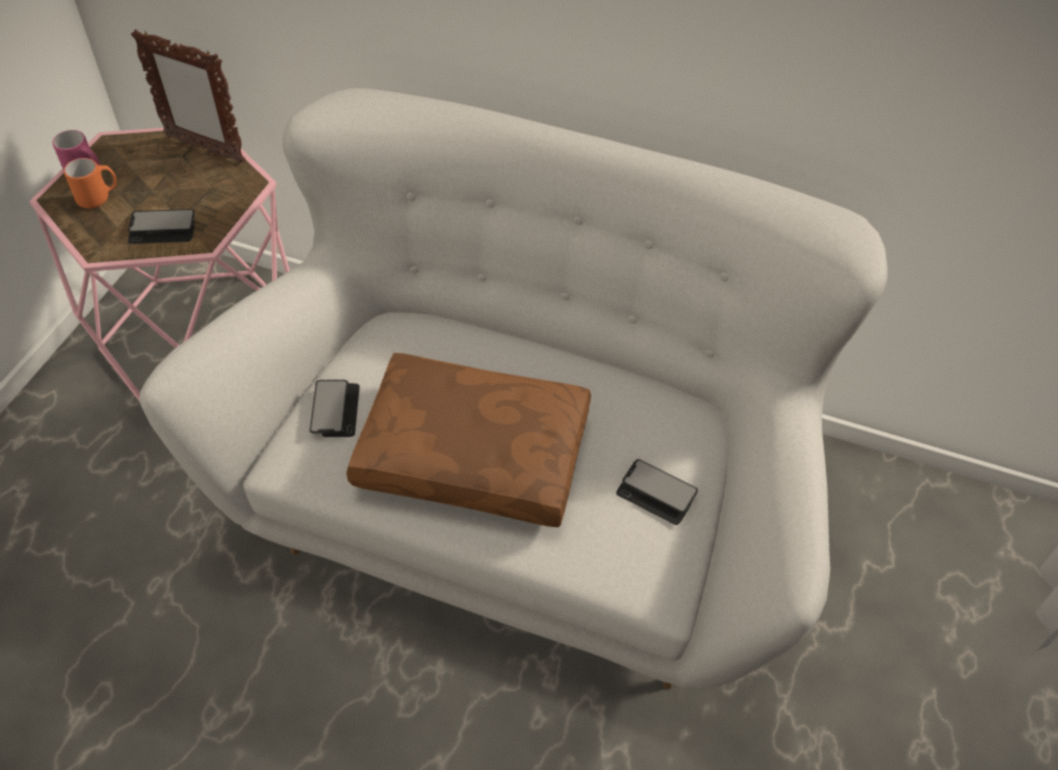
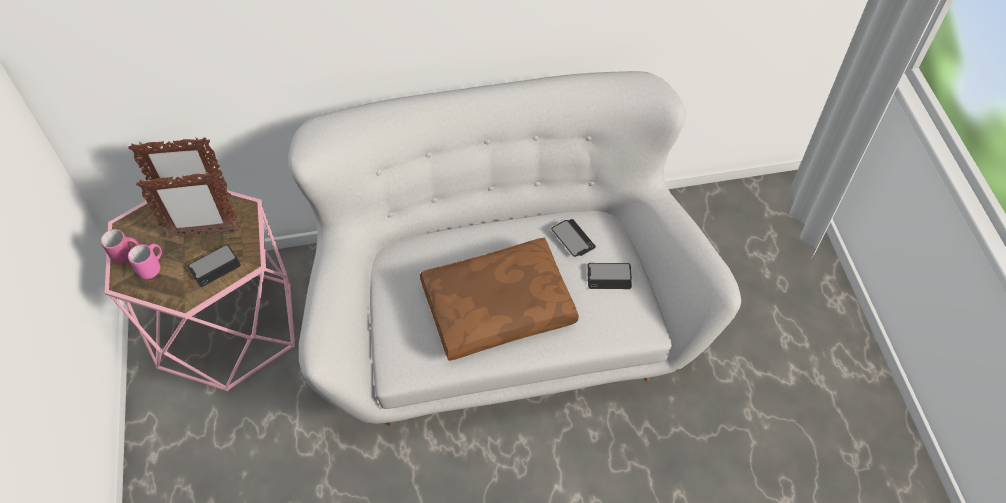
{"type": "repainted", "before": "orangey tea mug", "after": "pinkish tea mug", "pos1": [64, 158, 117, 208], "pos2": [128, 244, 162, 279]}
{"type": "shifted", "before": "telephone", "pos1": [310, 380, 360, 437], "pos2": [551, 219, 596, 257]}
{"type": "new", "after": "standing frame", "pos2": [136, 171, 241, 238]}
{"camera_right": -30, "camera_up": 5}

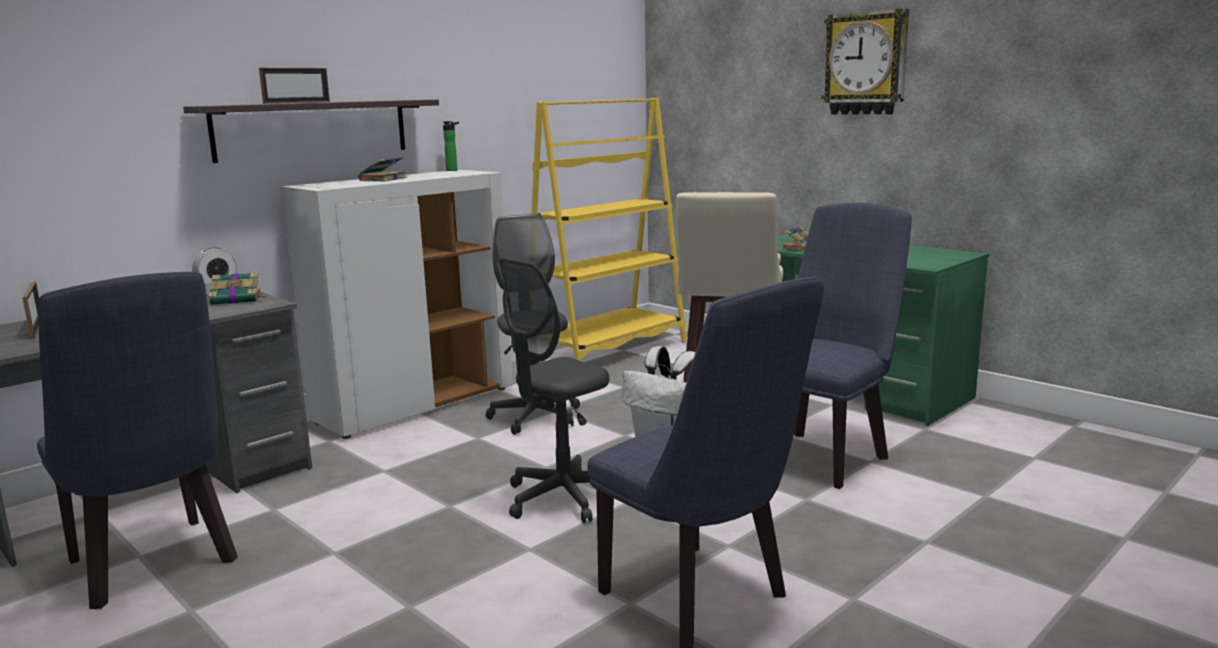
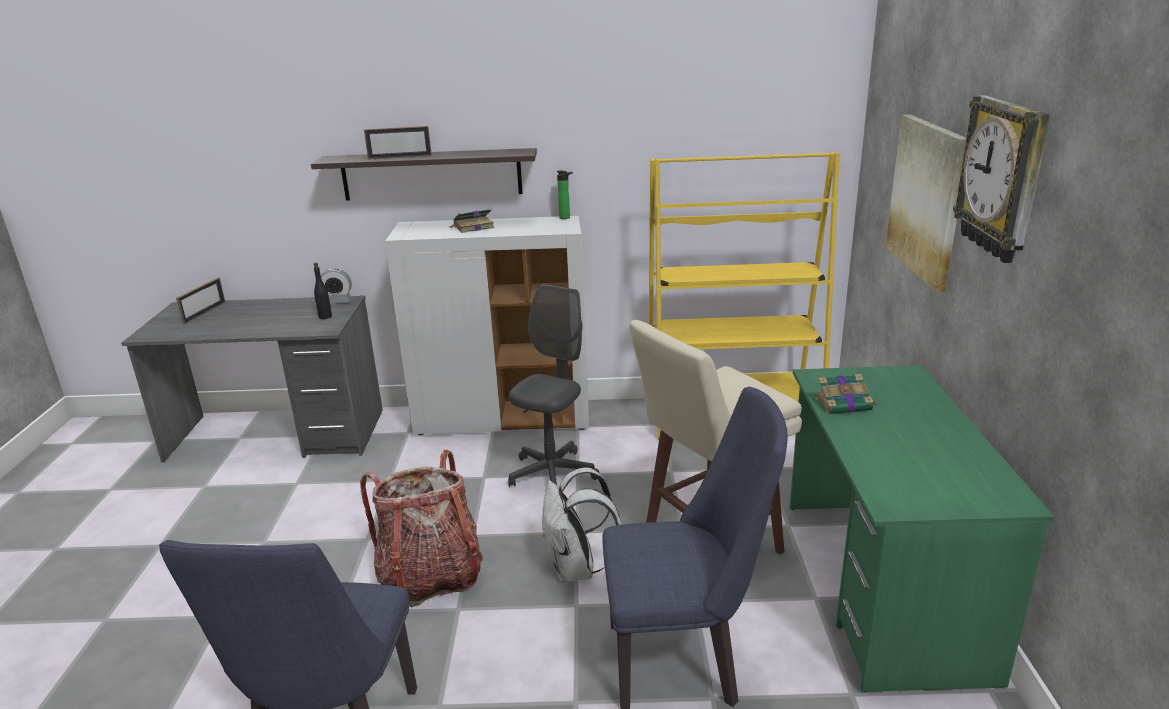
{"type": "swapped", "before": "grey desk chair", "after": "knapsack", "pos1": [498, 257, 610, 523], "pos2": [360, 450, 483, 607]}
{"type": "gone", "before": "blue chair", "pos1": [37, 272, 238, 609]}
{"type": "swapped", "before": "volume", "after": "black drink bottle", "pos1": [209, 272, 267, 305], "pos2": [314, 263, 332, 319]}
{"type": "new", "after": "picture", "pos2": [885, 114, 967, 292]}
{"camera_right": 45, "camera_up": 10}

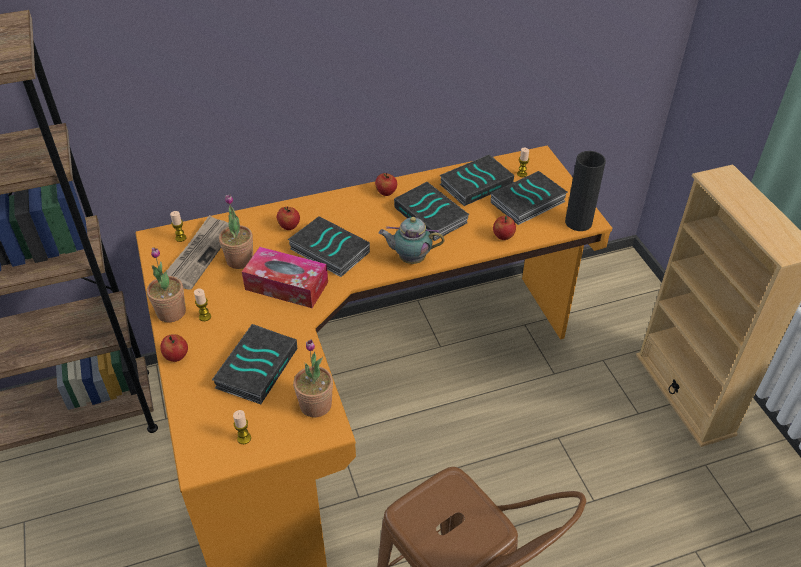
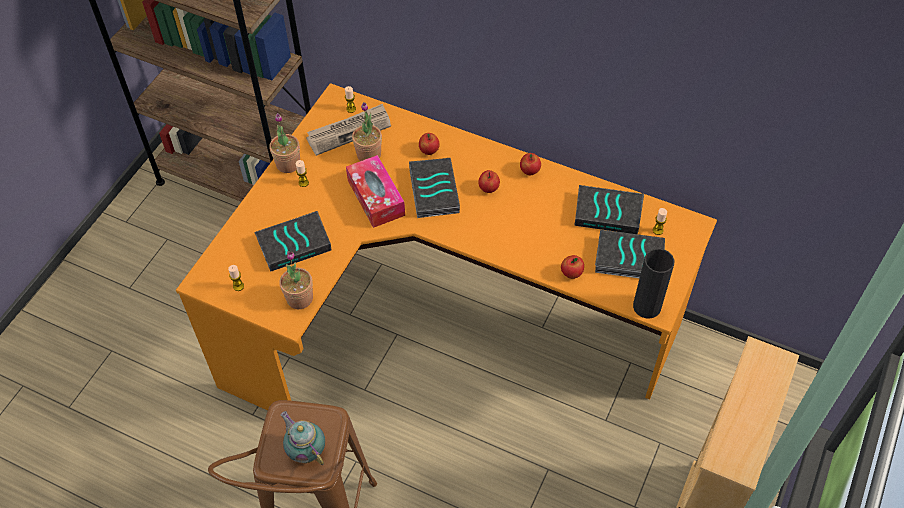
{"type": "gone", "before": "volume", "pos1": [394, 182, 470, 241]}
{"type": "shifted", "before": "teapot", "pos1": [378, 217, 444, 264], "pos2": [281, 411, 325, 465]}
{"type": "shifted", "before": "apple fruit", "pos1": [160, 334, 188, 362], "pos2": [478, 170, 500, 193]}
{"camera_right": 45, "camera_up": 10}

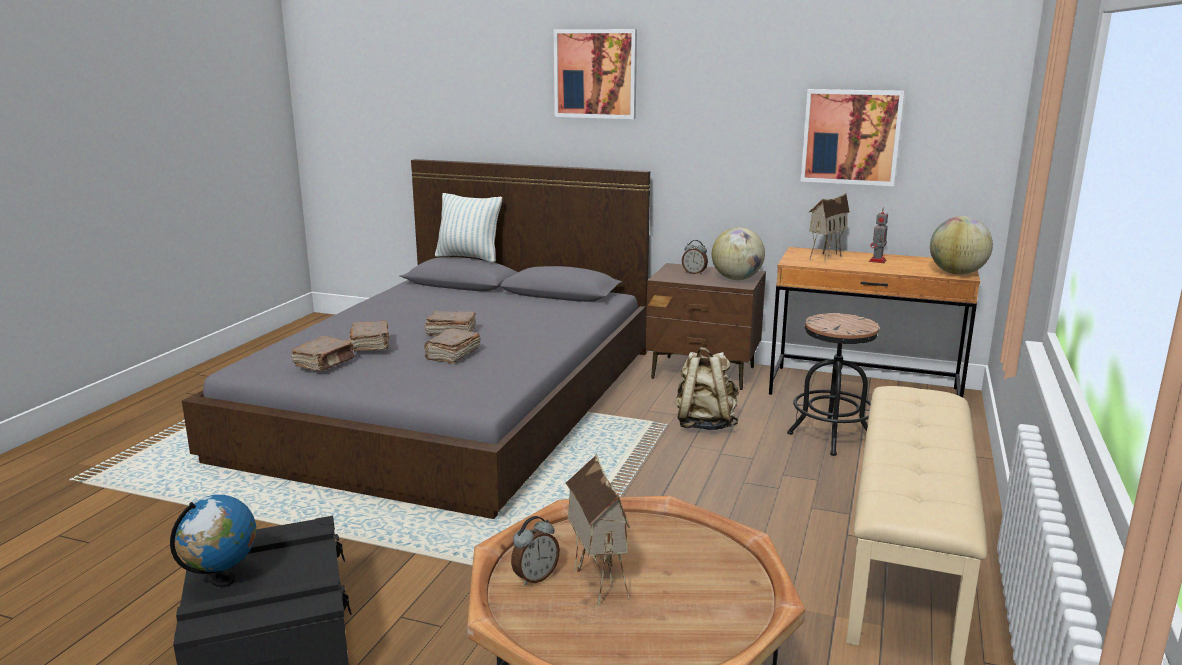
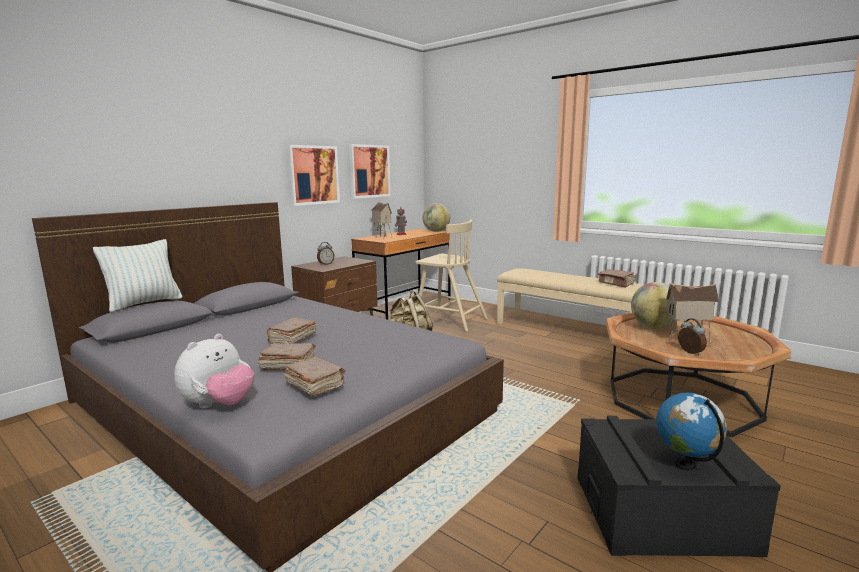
{"type": "shifted", "before": "picture", "pos1": [554, 29, 637, 119], "pos2": [287, 145, 340, 206]}
{"type": "shifted", "before": "desk globe", "pos1": [712, 227, 765, 280], "pos2": [631, 282, 678, 329]}
{"type": "swapped", "before": "black sitting stool", "after": "beige chair", "pos1": [787, 313, 879, 456], "pos2": [416, 220, 488, 332]}
{"type": "shifted", "before": "brown-coloured volume", "pos1": [424, 328, 481, 364], "pos2": [598, 269, 635, 287]}
{"type": "new", "after": "cuddly toy", "pos2": [174, 334, 254, 409]}
{"camera_right": -70, "camera_up": -5}

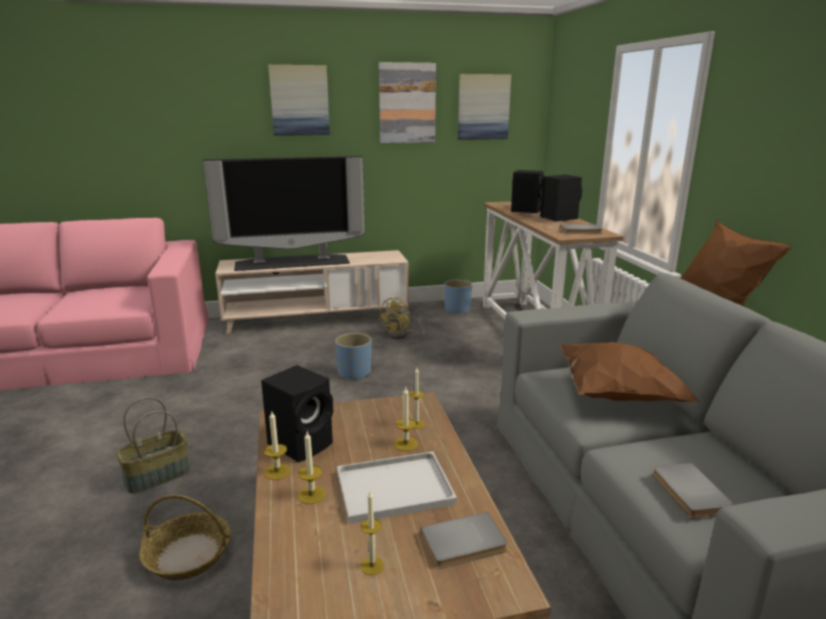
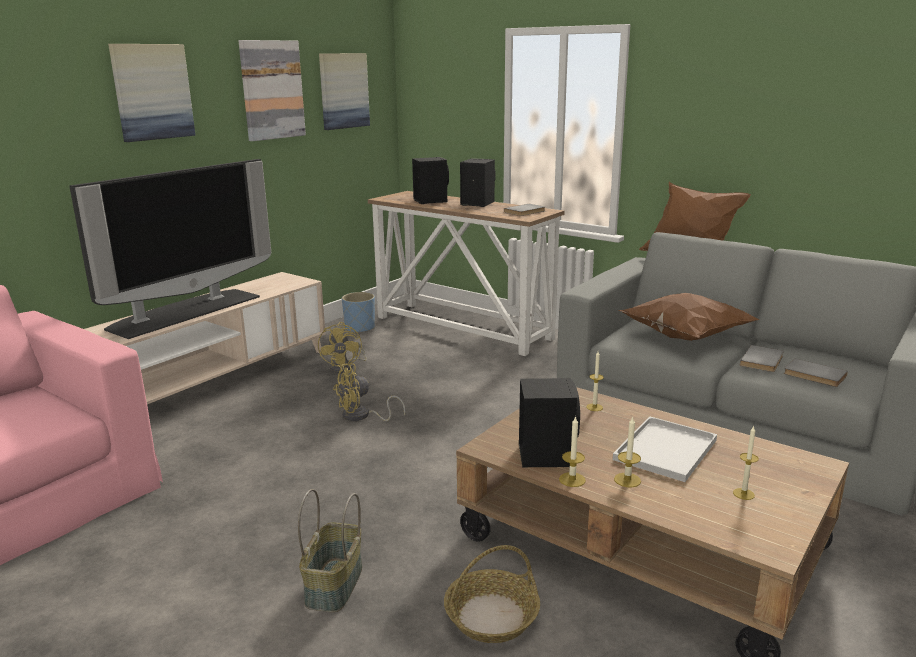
{"type": "swapped", "before": "blue flower pot", "after": "yellow cooling fan", "pos1": [335, 333, 372, 380], "pos2": [333, 363, 405, 421]}
{"type": "gone", "before": "wax light", "pos1": [394, 387, 418, 451]}
{"type": "shifted", "before": "grey volume", "pos1": [420, 512, 507, 569], "pos2": [740, 345, 784, 372]}
{"camera_right": -40, "camera_up": 0}

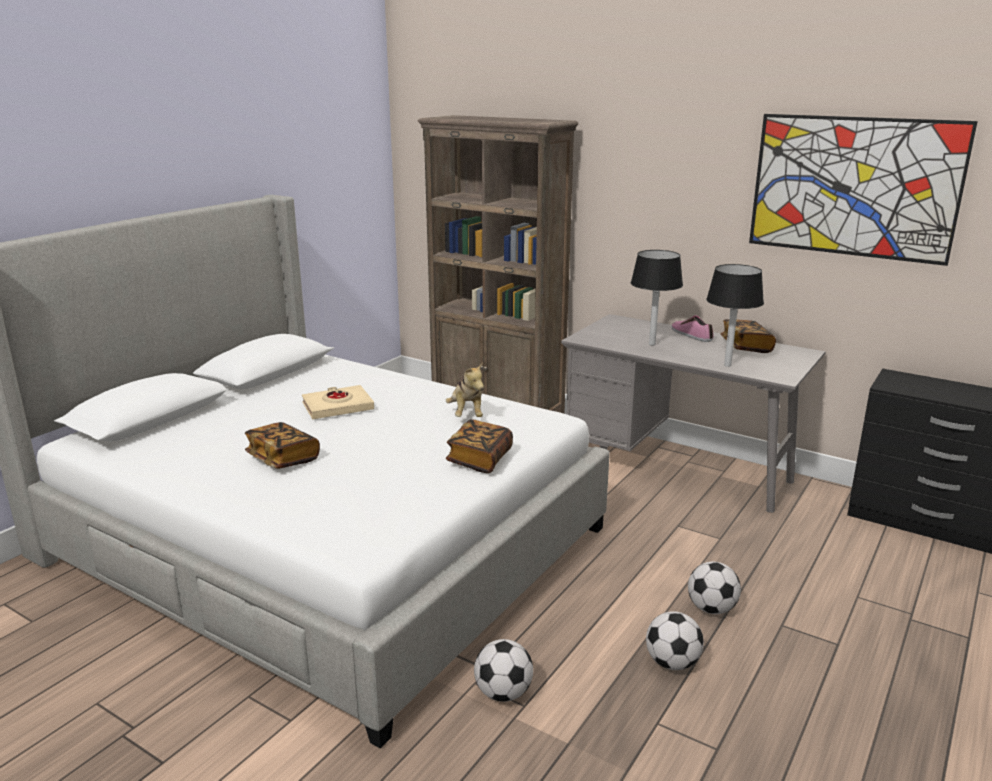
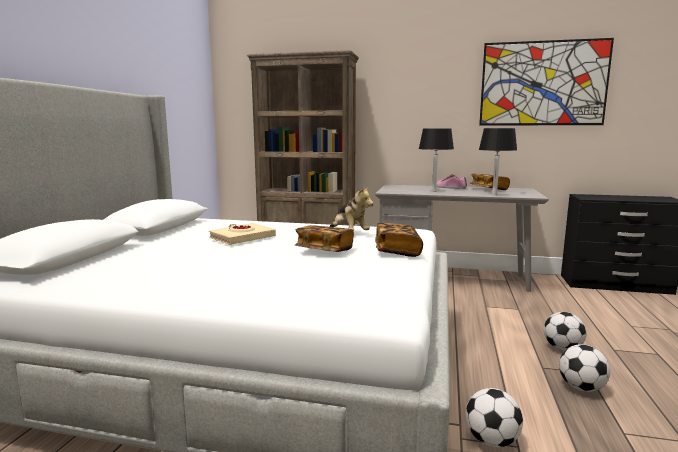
{"type": "shifted", "before": "volume", "pos1": [245, 422, 320, 469], "pos2": [295, 225, 354, 252]}
{"camera_right": -20, "camera_up": -10}

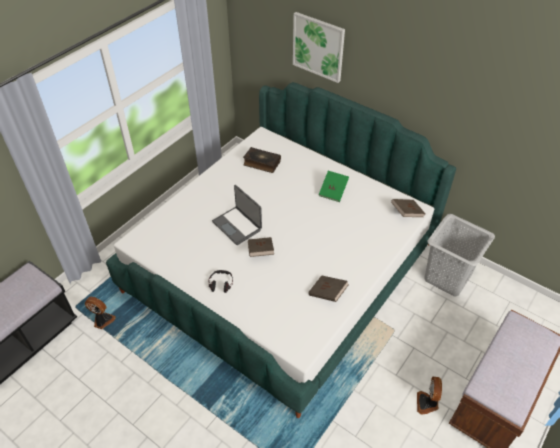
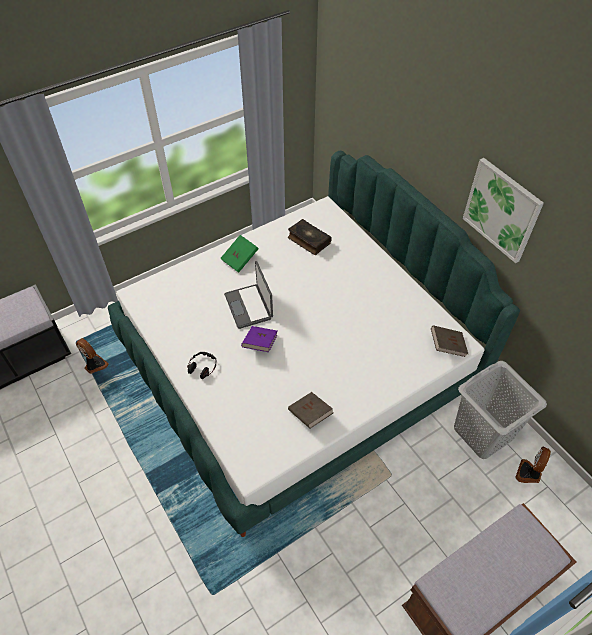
{"type": "shifted", "before": "picture", "pos1": [293, 12, 345, 83], "pos2": [463, 158, 544, 263]}
{"type": "shifted", "before": "greenish volume", "pos1": [319, 171, 349, 202], "pos2": [221, 235, 259, 273]}
{"type": "repainted", "before": "brown-coloured volume", "after": "purple-coloured volume", "pos1": [248, 237, 274, 257], "pos2": [241, 326, 277, 352]}
{"type": "shifted", "before": "cooling fan", "pos1": [417, 377, 442, 414], "pos2": [515, 447, 551, 483]}
{"camera_right": 20, "camera_up": 5}

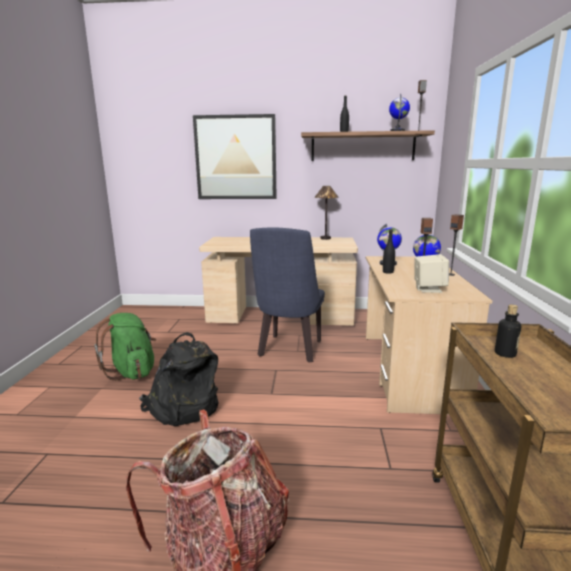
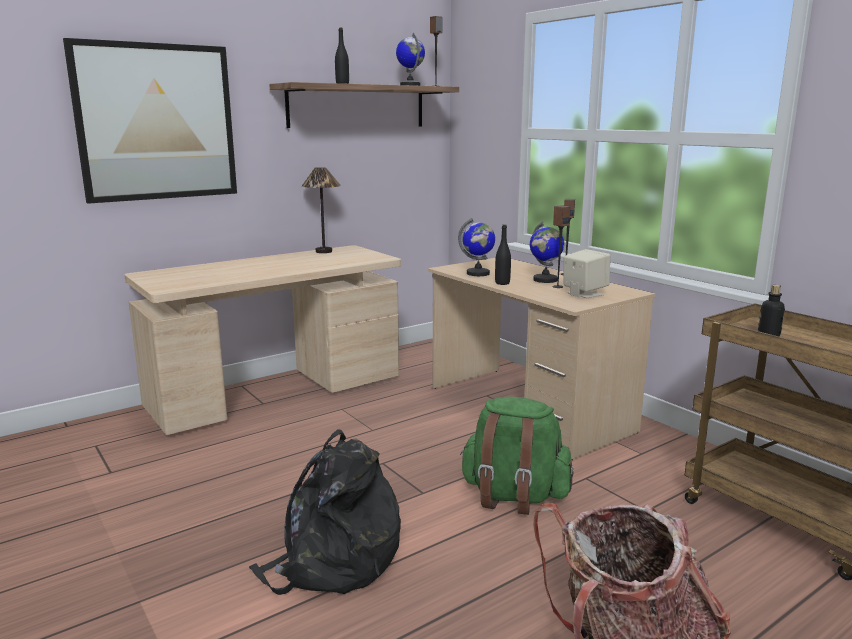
{"type": "gone", "before": "blue chair", "pos1": [250, 228, 325, 363]}
{"type": "shifted", "before": "greenish knapsack", "pos1": [95, 313, 156, 381], "pos2": [460, 397, 574, 515]}
{"camera_right": -40, "camera_up": 0}

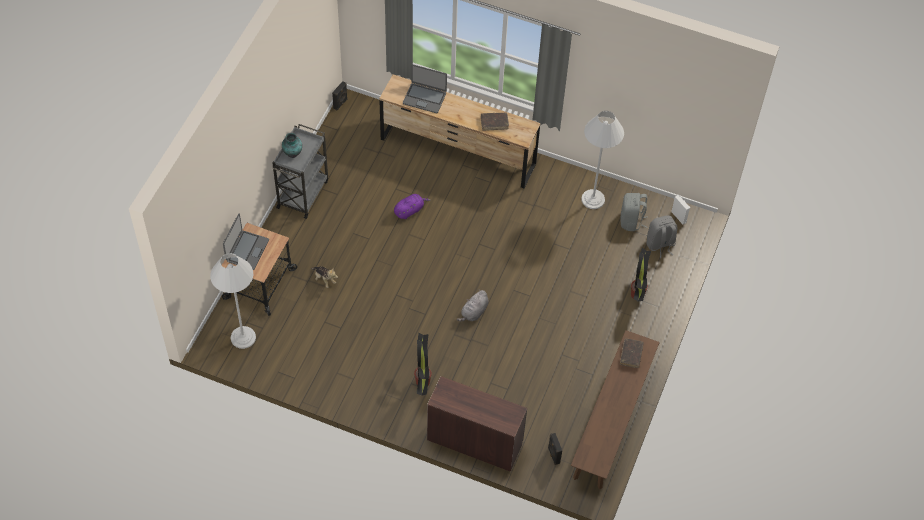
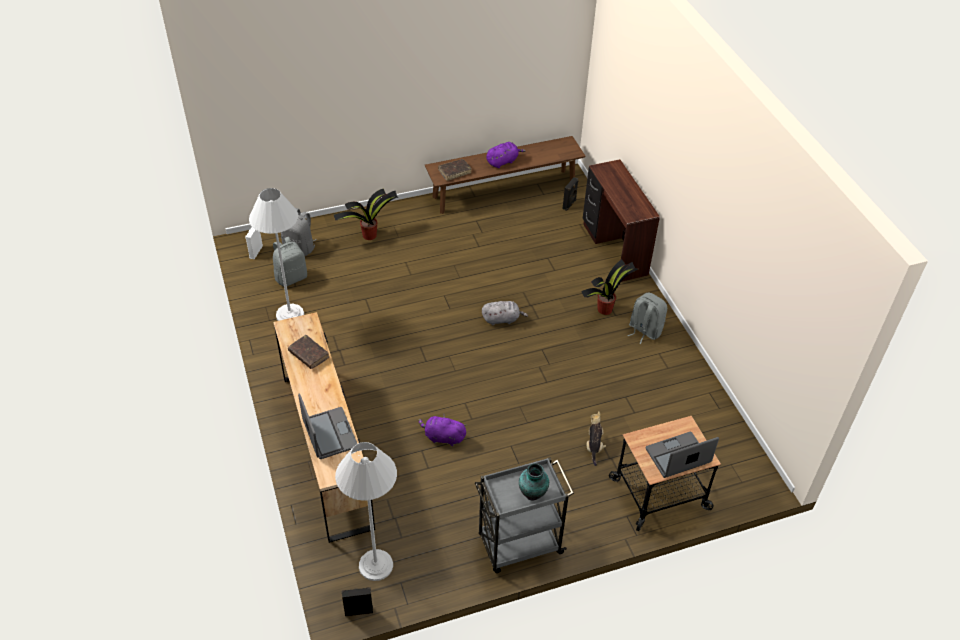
{"type": "shifted", "before": "white standard lamp", "pos1": [210, 253, 256, 349], "pos2": [335, 442, 397, 581]}
{"type": "new", "after": "purple-coloured cuddly toy", "pos2": [486, 142, 526, 168]}
{"type": "new", "after": "grey knapsack", "pos2": [627, 292, 667, 344]}
{"camera_right": -130, "camera_up": -10}

